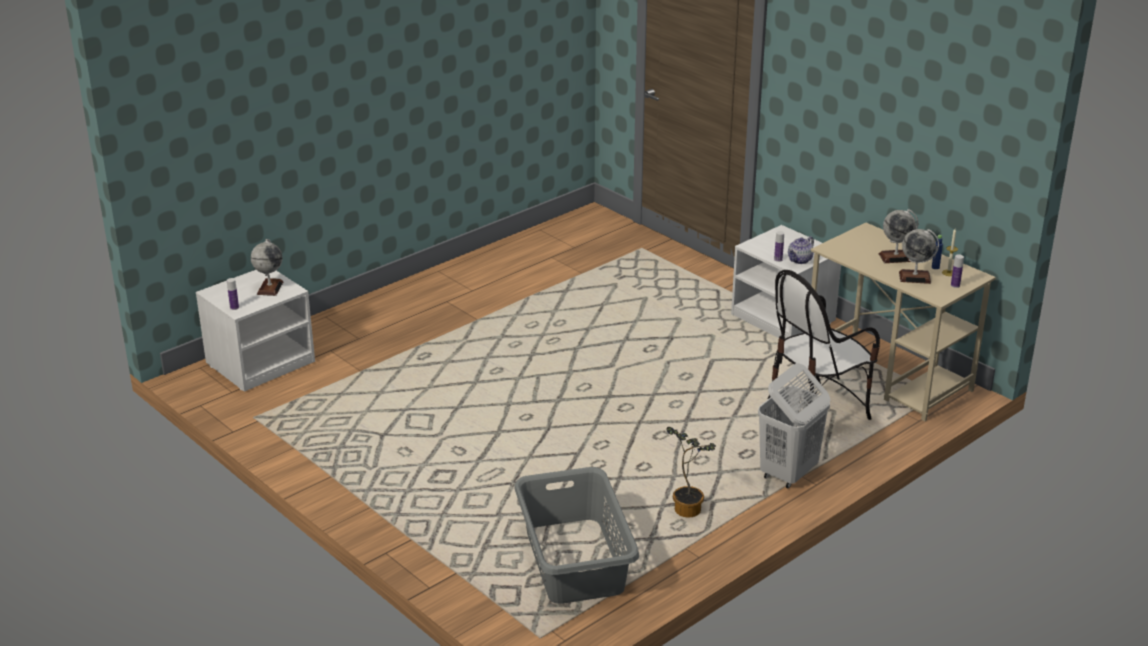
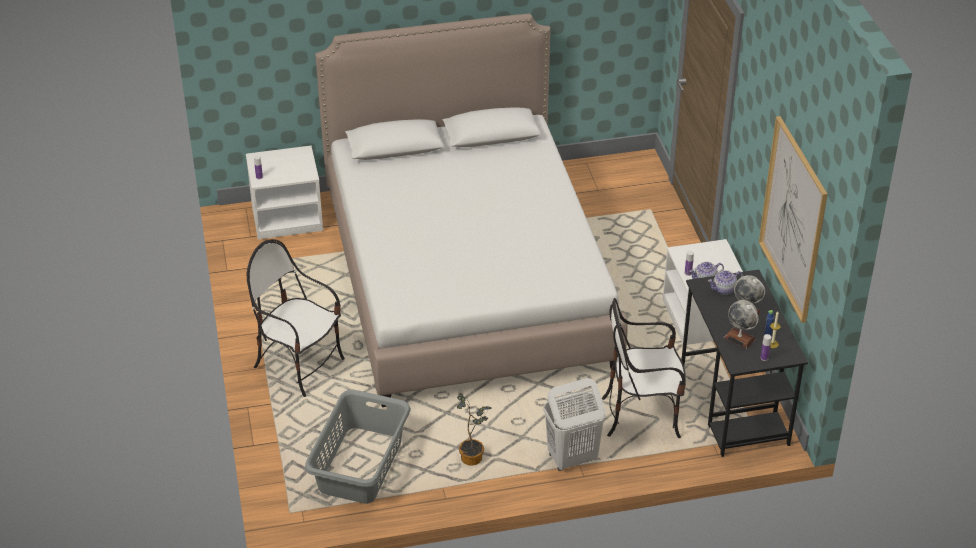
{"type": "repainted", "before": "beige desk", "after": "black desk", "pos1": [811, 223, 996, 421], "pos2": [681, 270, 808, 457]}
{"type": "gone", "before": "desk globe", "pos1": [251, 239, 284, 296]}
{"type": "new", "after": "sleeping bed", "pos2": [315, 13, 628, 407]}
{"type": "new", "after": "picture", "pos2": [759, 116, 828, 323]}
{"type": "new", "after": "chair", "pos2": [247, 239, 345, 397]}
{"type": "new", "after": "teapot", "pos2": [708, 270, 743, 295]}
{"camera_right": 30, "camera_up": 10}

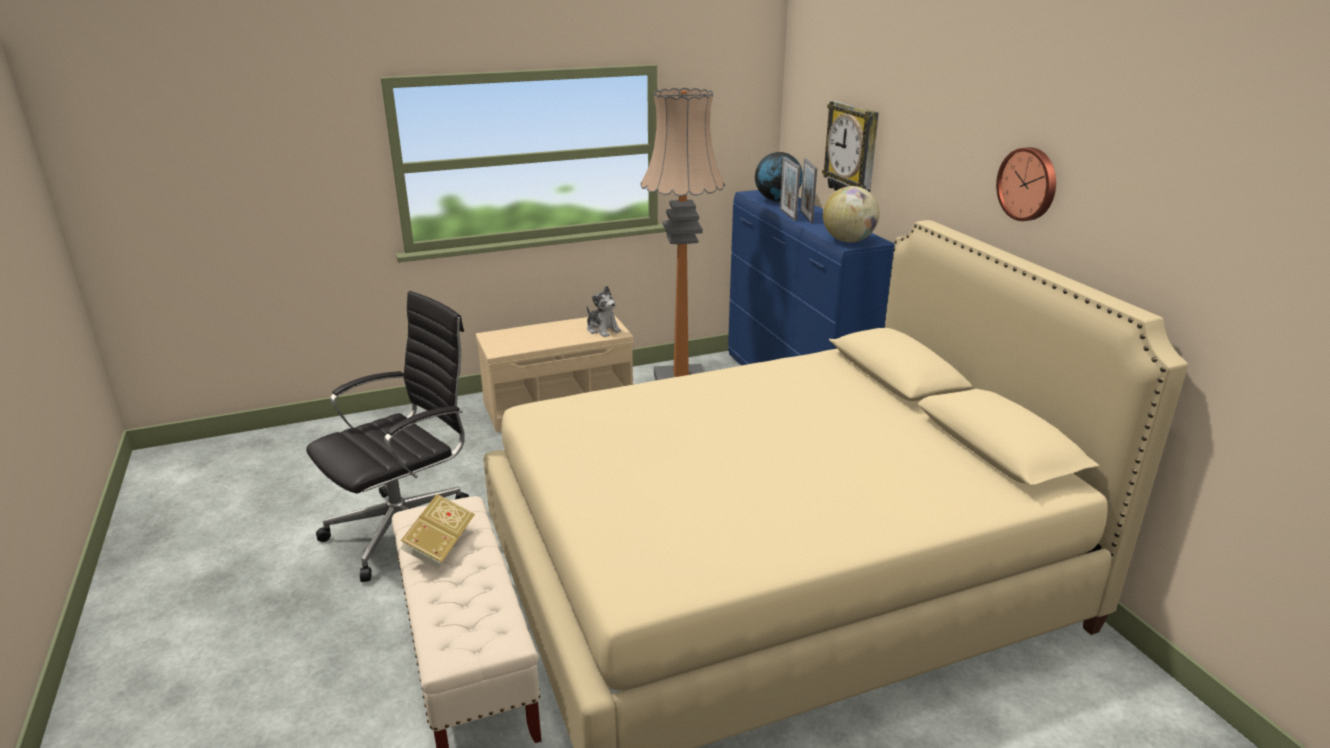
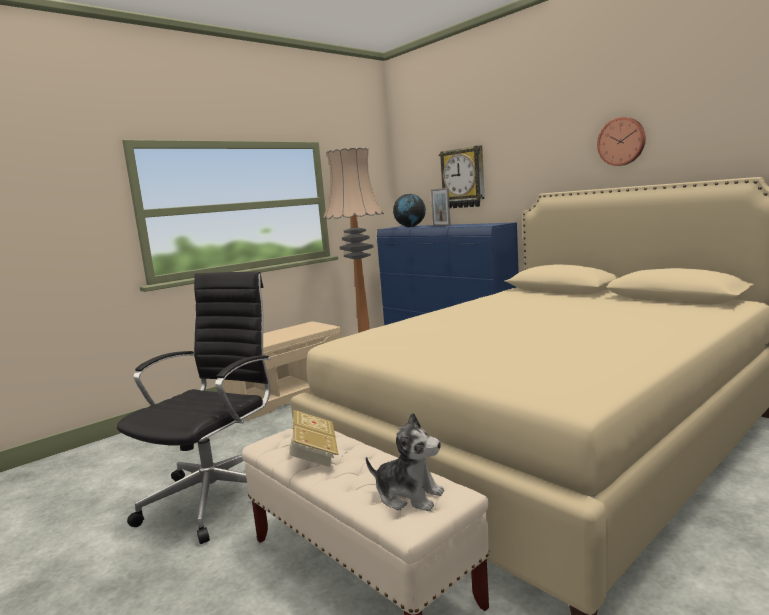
{"type": "gone", "before": "standing frame", "pos1": [780, 157, 801, 221]}
{"type": "gone", "before": "desk globe", "pos1": [823, 186, 880, 242]}
{"type": "shifted", "before": "cuddly toy", "pos1": [587, 285, 621, 337], "pos2": [366, 412, 444, 511]}
{"camera_right": -20, "camera_up": -15}

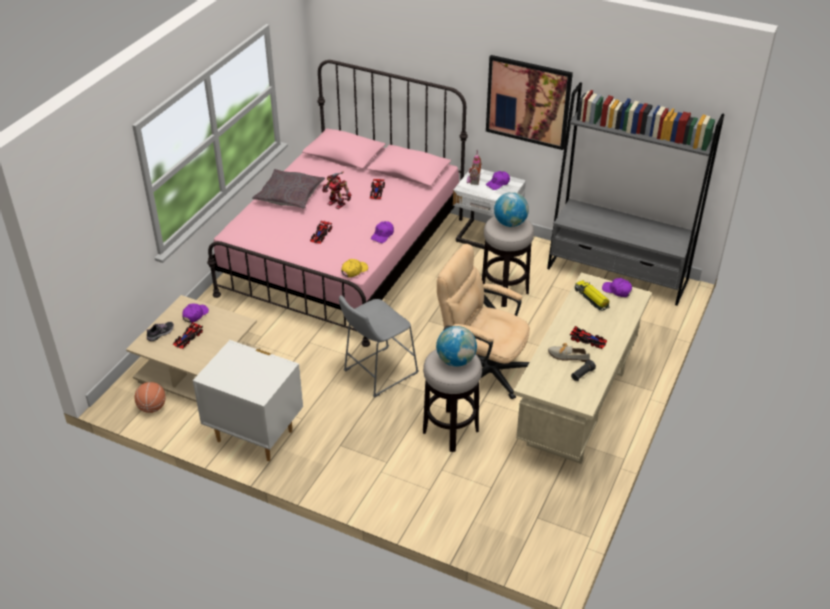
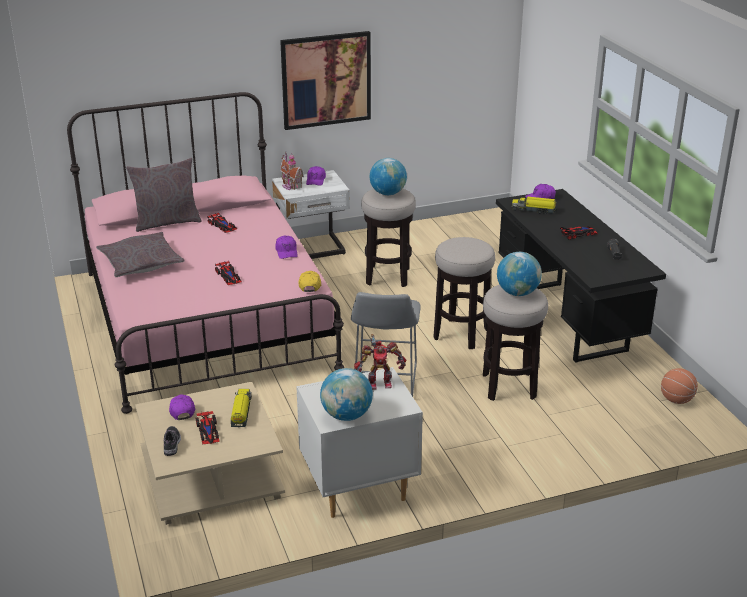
{"type": "gone", "before": "grey bookshelf", "pos1": [547, 82, 725, 306]}
{"type": "shifted", "before": "robot figure", "pos1": [322, 172, 351, 209], "pos2": [354, 334, 407, 390]}
{"type": "swapped", "before": "beige desk chair", "after": "sitting stool", "pos1": [437, 244, 530, 399], "pos2": [433, 237, 495, 349]}
{"type": "repainted", "before": "beige desk", "after": "black desk", "pos1": [513, 273, 652, 464], "pos2": [496, 189, 666, 363]}
{"type": "gone", "before": "shoe", "pos1": [548, 343, 590, 362]}
{"type": "shifted", "before": "basketball ball", "pos1": [135, 382, 166, 413], "pos2": [661, 368, 698, 404]}
{"type": "new", "after": "grey cushion", "pos2": [126, 158, 202, 232]}
{"type": "new", "after": "desk globe", "pos2": [320, 368, 373, 421]}
{"type": "new", "after": "toy lorry", "pos2": [231, 389, 252, 428]}
{"camera_right": -45, "camera_up": -10}

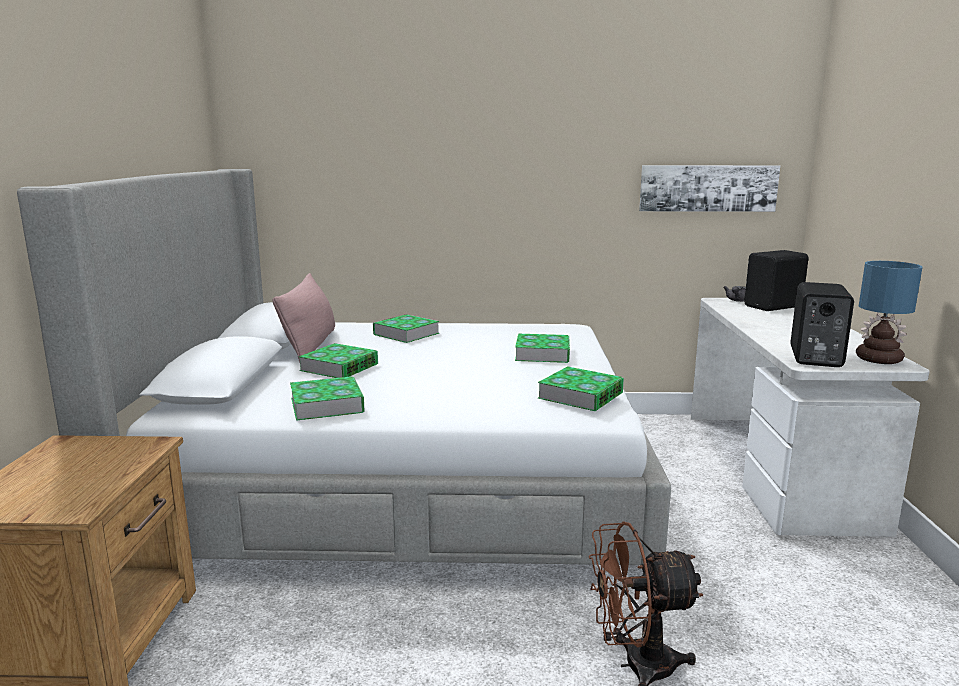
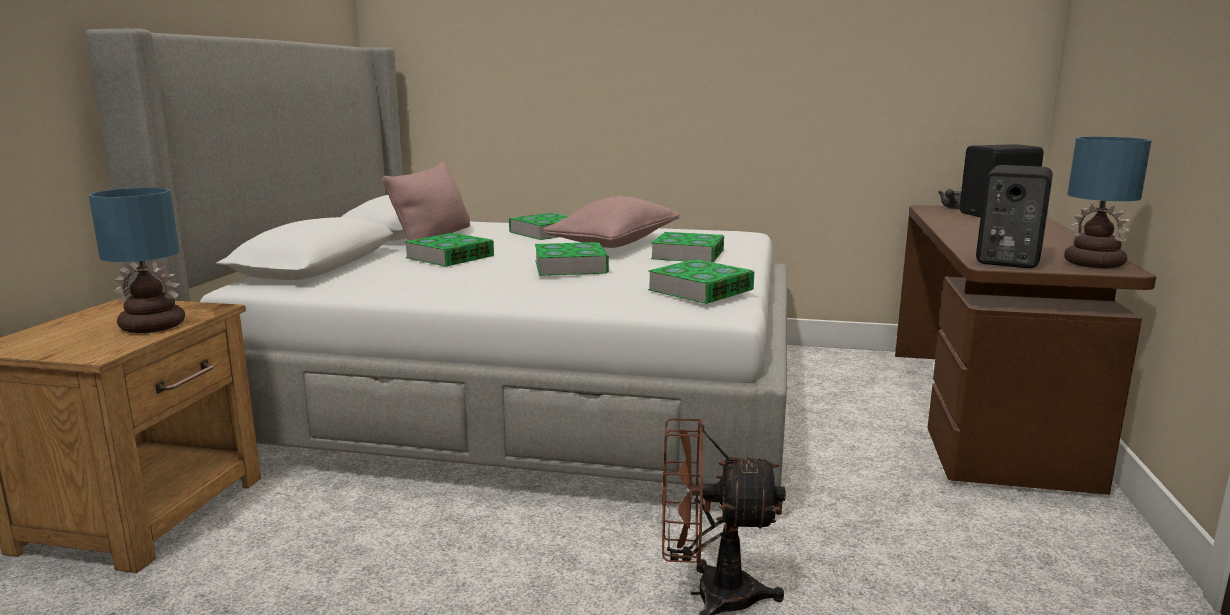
{"type": "gone", "before": "picture", "pos1": [639, 165, 780, 212]}
{"type": "repainted", "before": "white desk", "after": "brown-coloured desk", "pos1": [691, 298, 930, 537], "pos2": [895, 205, 1156, 495]}
{"type": "shifted", "before": "volume", "pos1": [290, 376, 365, 421], "pos2": [535, 242, 609, 276]}
{"type": "new", "after": "lamp for a table", "pos2": [89, 188, 185, 333]}
{"type": "new", "after": "pinkish cushion", "pos2": [543, 196, 679, 248]}
{"camera_right": 10, "camera_up": 0}

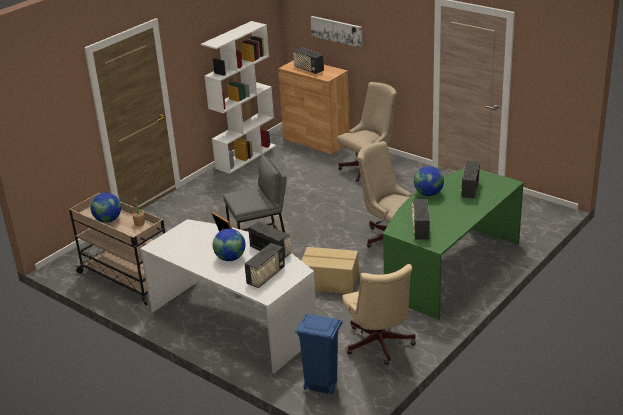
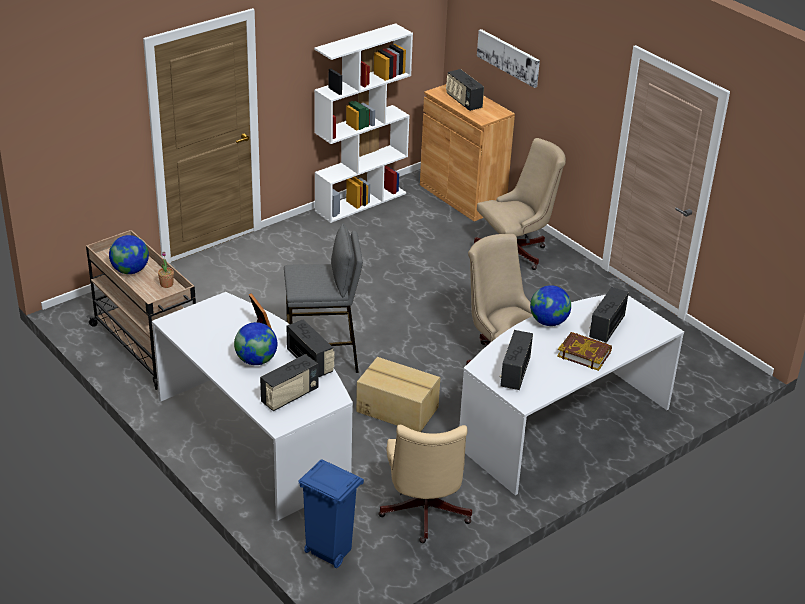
{"type": "repainted", "before": "greenish desk", "after": "white desk", "pos1": [383, 168, 524, 320], "pos2": [460, 295, 684, 495]}
{"type": "new", "after": "volume", "pos2": [557, 332, 612, 371]}
{"camera_right": 10, "camera_up": 5}

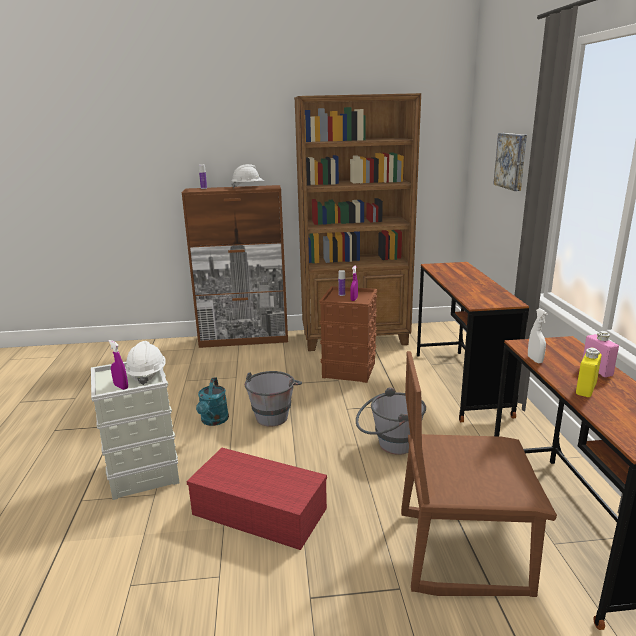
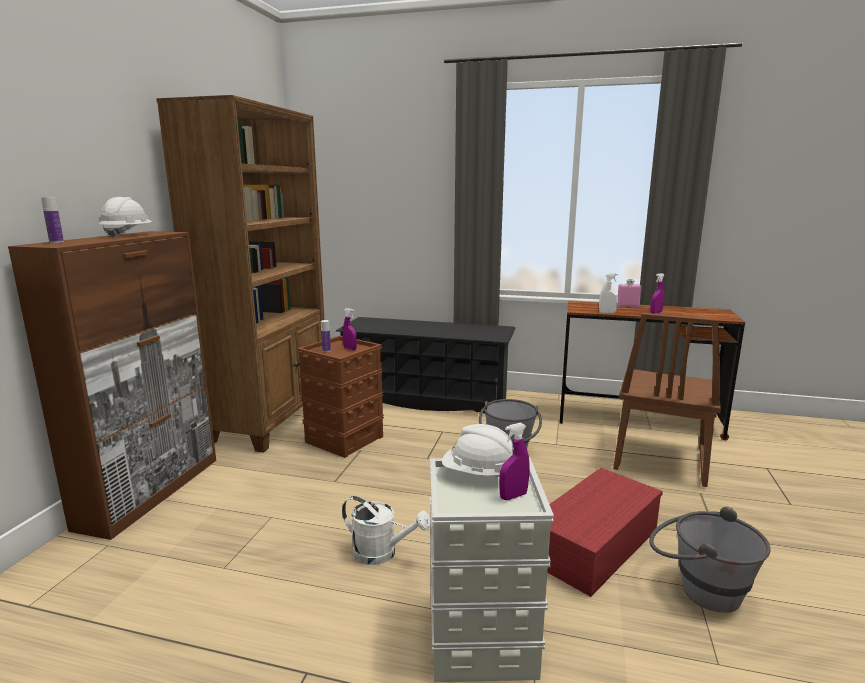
{"type": "gone", "before": "picture", "pos1": [493, 133, 527, 191]}
{"type": "swapped", "before": "brown-coloured desk", "after": "black shoe shelf", "pos1": [417, 262, 529, 422], "pos2": [336, 317, 516, 414]}
{"type": "swapped", "before": "yellow drink bottle", "after": "purple-coloured spray bottle", "pos1": [576, 348, 602, 397], "pos2": [650, 273, 664, 314]}
{"type": "shifted", "before": "grey pail", "pos1": [245, 371, 302, 427], "pos2": [649, 507, 771, 613]}
{"type": "repainted", "before": "turquoise-coloured sprinkling can", "after": "white sprinkling can", "pos1": [196, 378, 229, 426], "pos2": [342, 496, 431, 565]}
{"camera_right": -70, "camera_up": -5}

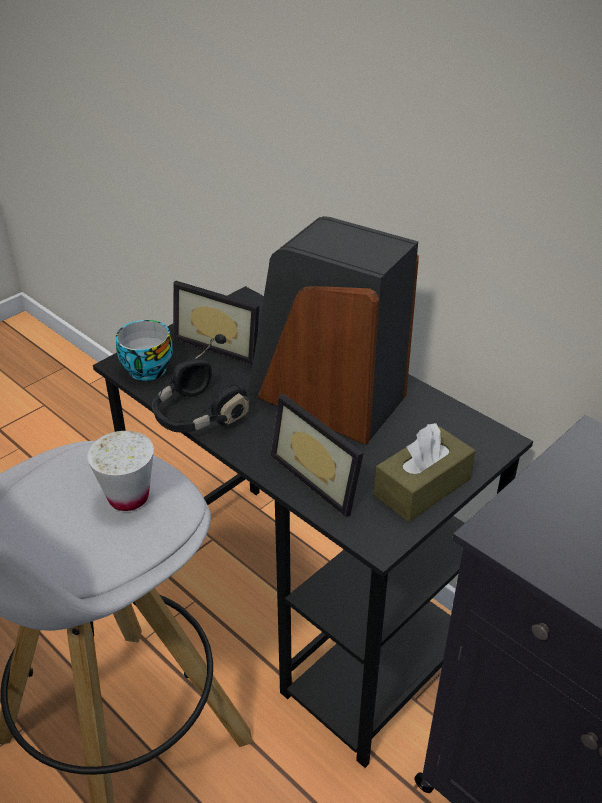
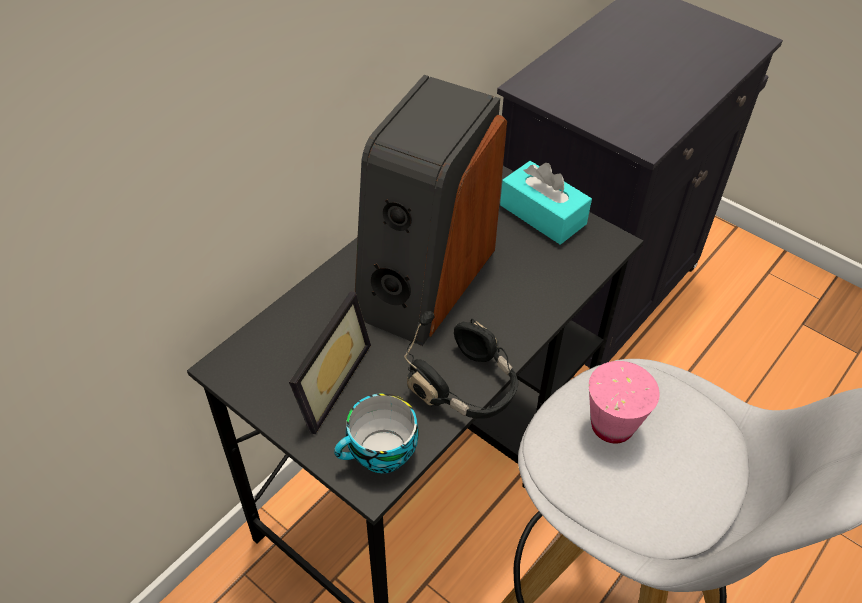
{"type": "gone", "before": "standing frame", "pos1": [271, 394, 364, 517]}
{"type": "repainted", "before": "brown-coloured box of tissues", "after": "turquoise-coloured box of tissues", "pos1": [374, 423, 476, 522], "pos2": [500, 161, 592, 245]}
{"type": "repainted", "before": "white drinking cup", "after": "pinkish drinking cup", "pos1": [87, 431, 154, 511], "pos2": [589, 361, 660, 444]}
{"camera_right": -95, "camera_up": 10}

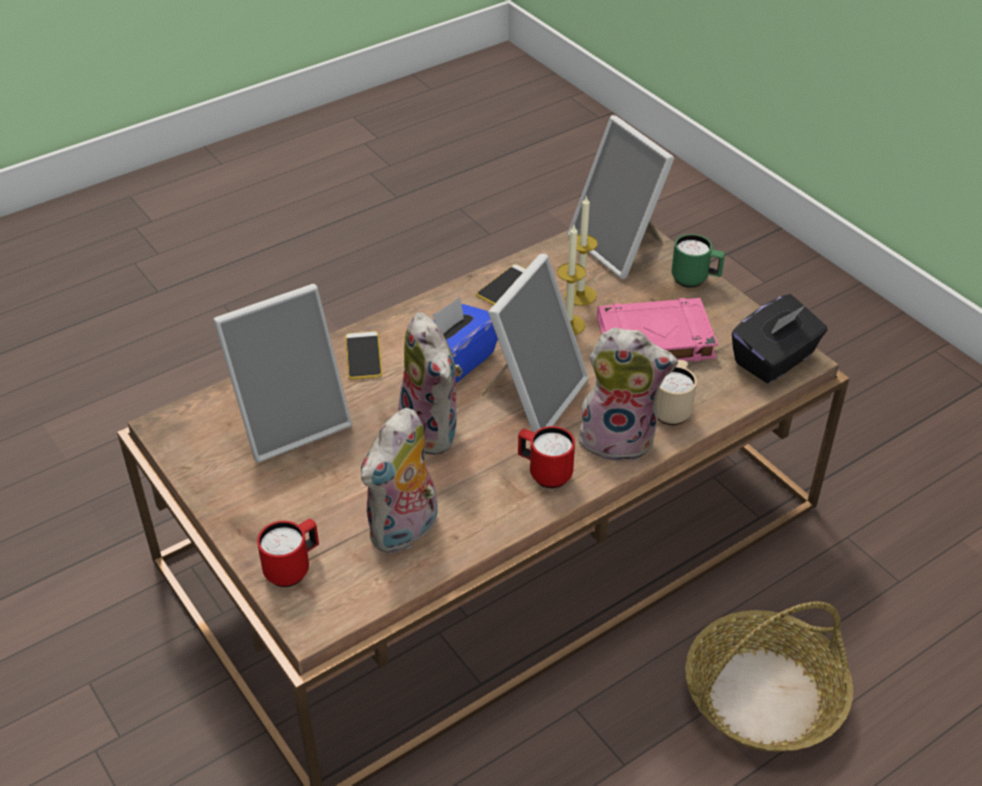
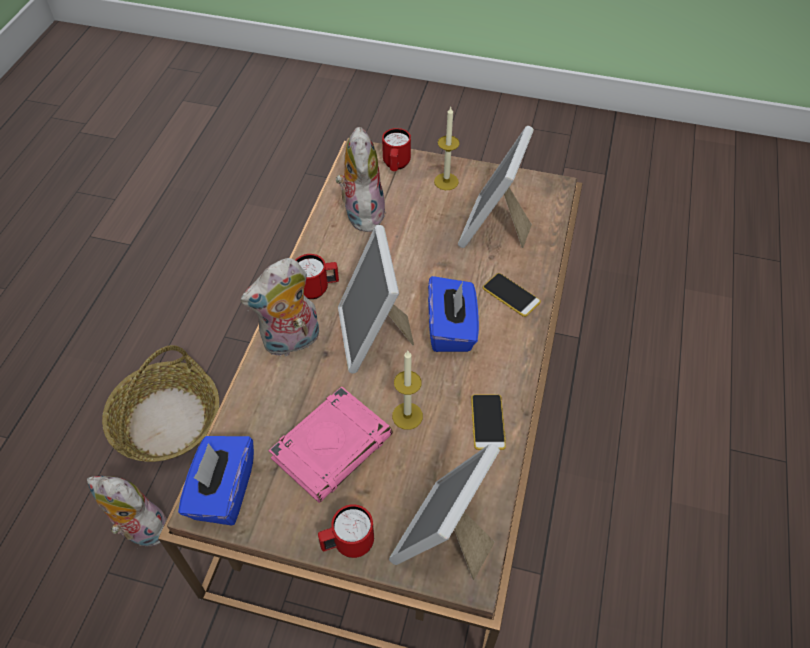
{"type": "rotated", "before": "standing frame", "pos1": [568, 115, 675, 279], "pos2": [389, 444, 500, 580], "turn": -75}
{"type": "shifted", "before": "wax light", "pos1": [564, 195, 598, 306], "pos2": [434, 107, 460, 190]}
{"type": "repainted", "before": "greenish tea mug", "after": "red-coloured tea mug", "pos1": [672, 234, 725, 288], "pos2": [318, 504, 374, 558]}
{"type": "repainted", "before": "black box of tissues", "after": "blue box of tissues", "pos1": [732, 294, 828, 383], "pos2": [178, 436, 254, 526]}
{"type": "shifted", "before": "cuddly toy", "pos1": [398, 312, 462, 455], "pos2": [87, 476, 167, 546]}
{"type": "gone", "before": "beige tea mug", "pos1": [656, 360, 697, 425]}
{"camera_right": 140, "camera_up": 10}

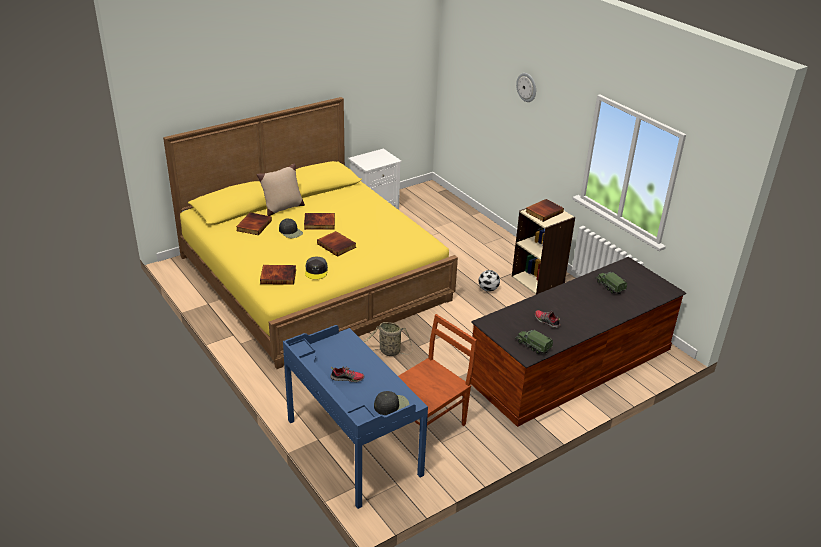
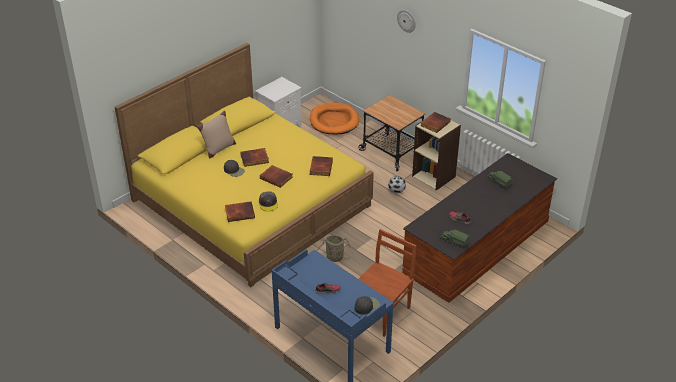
{"type": "shifted", "before": "volume", "pos1": [236, 212, 272, 235], "pos2": [309, 156, 333, 176]}
{"type": "new", "after": "wheeled cart", "pos2": [359, 95, 425, 171]}
{"type": "new", "after": "orangey dog bed", "pos2": [310, 103, 359, 134]}
{"camera_right": -10, "camera_up": 5}

